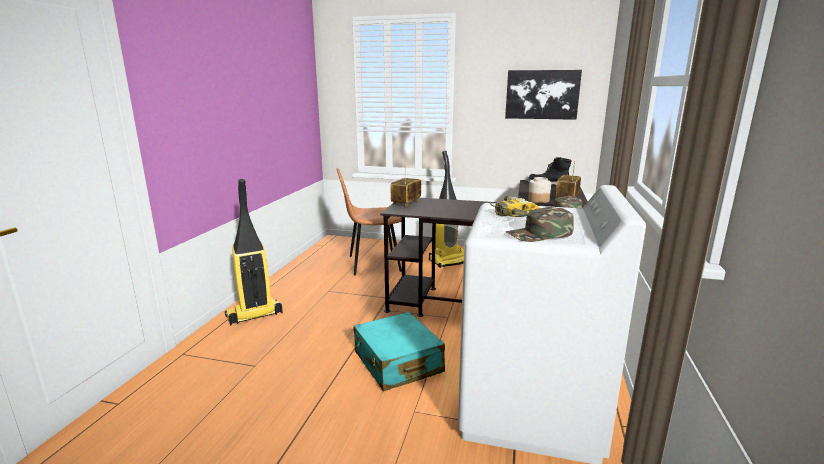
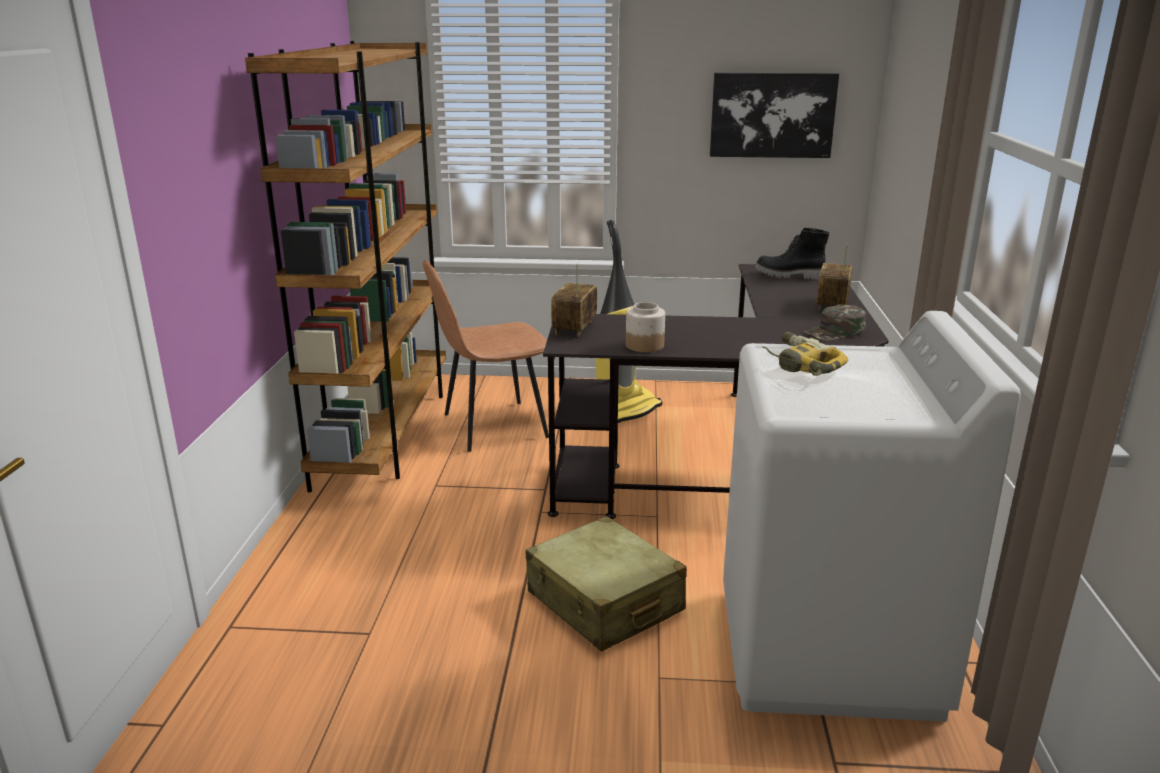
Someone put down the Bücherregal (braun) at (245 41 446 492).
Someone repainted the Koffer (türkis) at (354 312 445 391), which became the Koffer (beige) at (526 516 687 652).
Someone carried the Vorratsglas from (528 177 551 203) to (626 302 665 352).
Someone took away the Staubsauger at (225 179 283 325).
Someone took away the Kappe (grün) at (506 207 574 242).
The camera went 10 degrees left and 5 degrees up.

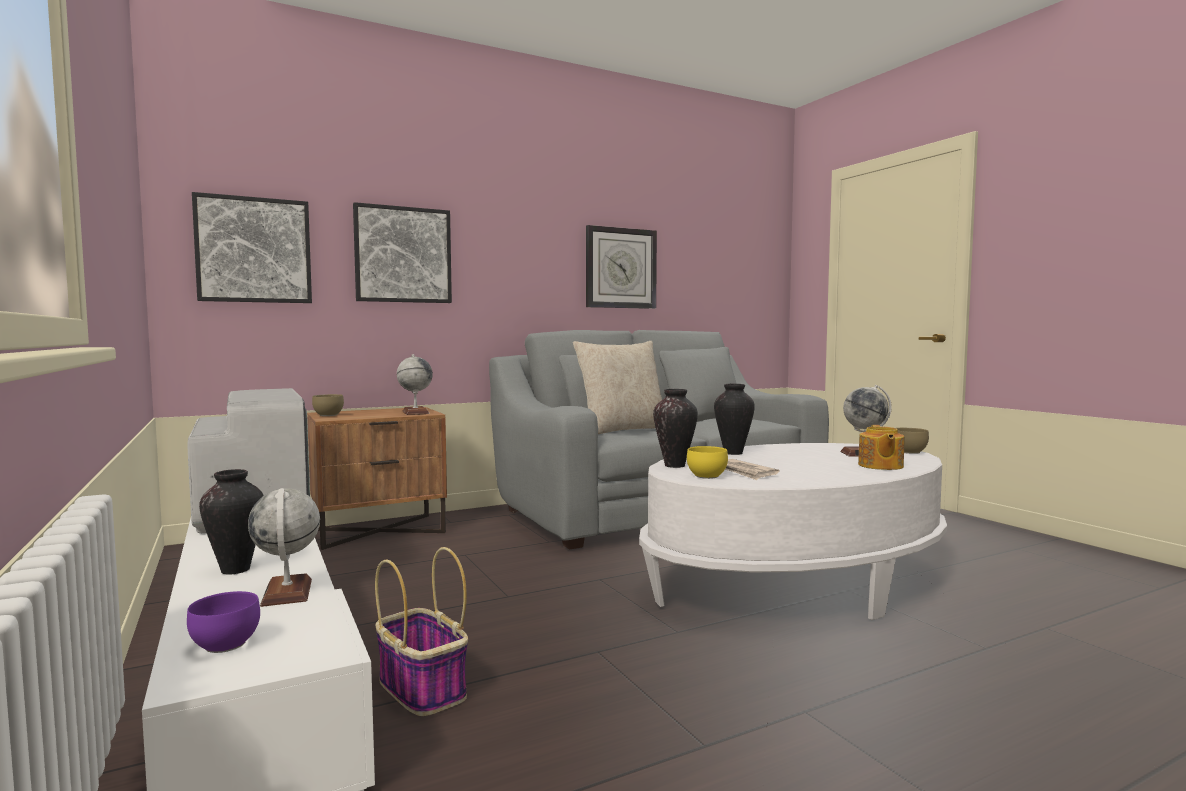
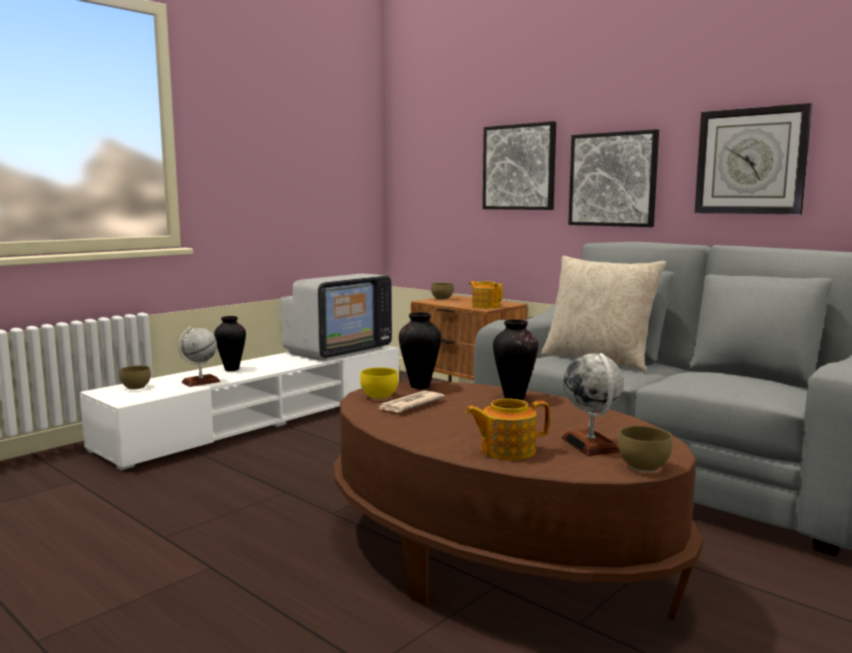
Someone repainted the Schüssel (lila) at (187 591 260 653), which became the Schüssel (braun) at (120 365 151 390).
Someone repainted the Couchtisch (weiß) at (639 443 947 620), which became the Couchtisch (braun) at (334 381 703 621).
Someone swapped the Globus at (397 354 433 415) for the Teekanne at (469 281 503 309).
Someone carried the Bild from (192 192 312 303) to (568 129 659 227).
Someone took away the Korb at (375 547 468 716).
The camera went 70 degrees right and 5 degrees up.

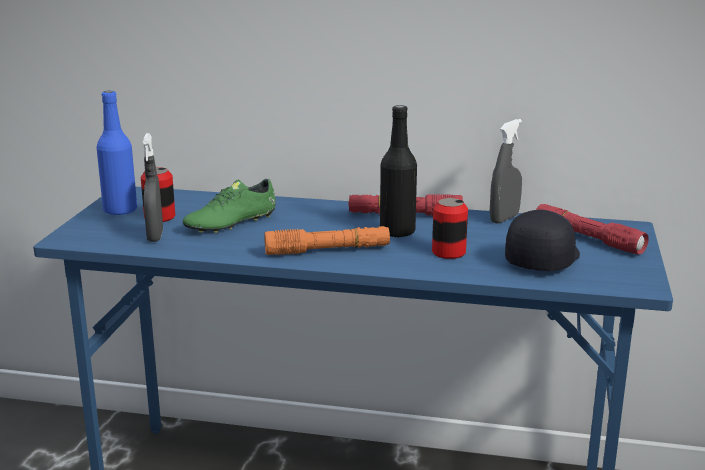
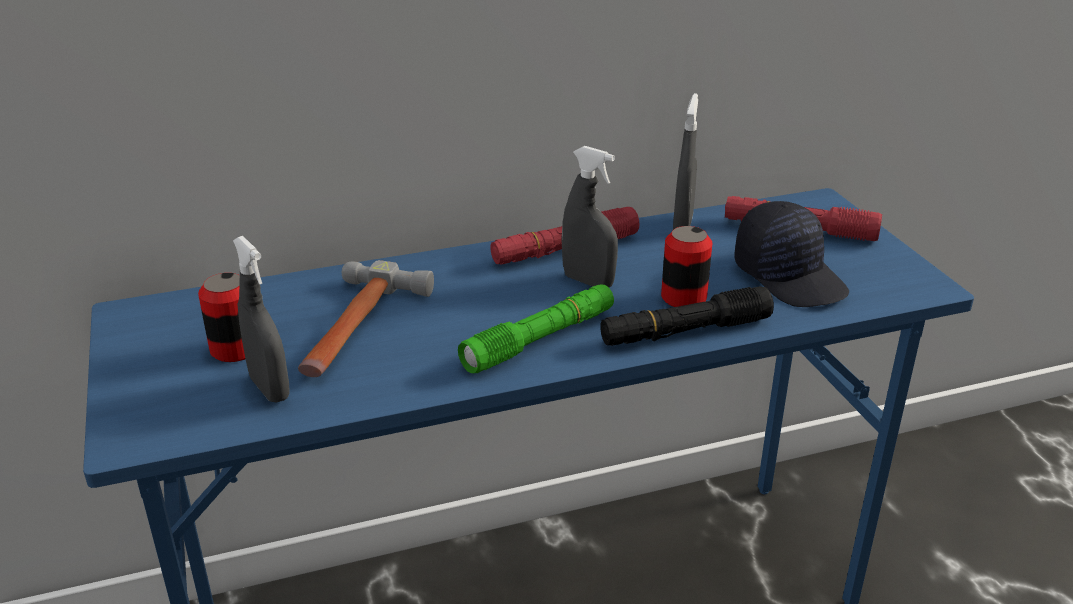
Someone swapped the Schuh (grün) at (183 179 276 233) for the Hammer at (298 260 434 377).
Someone repainted the Taschenlampe (orange) at (264 226 390 255), which became the Taschenlampe (grün) at (458 284 614 373).
Someone swapped the Flasche (schwarz) at (380 105 417 238) for the Sprühflasche (grau) at (561 146 618 287).
Someone put down the Taschenlampe (schwarz) at (600 286 774 346).
Someone rotated the Kappe (schwarz) at (505 210 580 272) by 150 degrees clockwise.
Someone took away the Flasche (blau) at (96 91 137 216).
The camera went 30 degrees left and 10 degrees up.

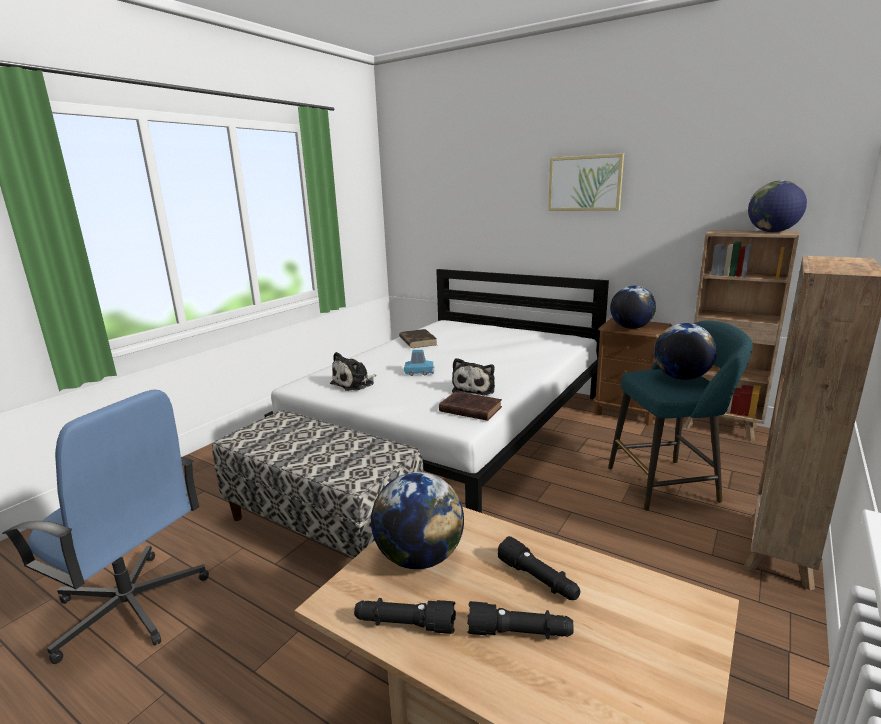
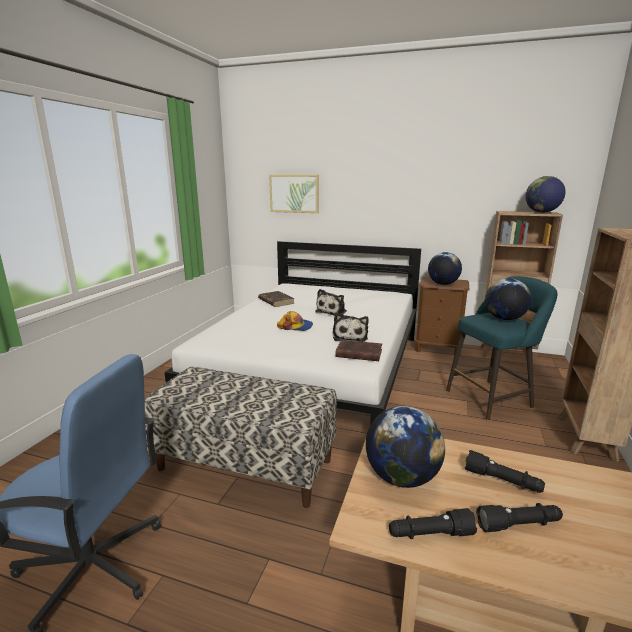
Someone carried the Bild from (548 153 624 211) to (269 175 319 213).
Someone swapped the Spielzeugauto (blau) at (404 350 434 376) for the Kappe at (277 311 313 331).
Someone carried the Plüschtier from (330 352 376 391) to (315 289 347 316).
The camera went 15 degrees left and 0 degrees up.

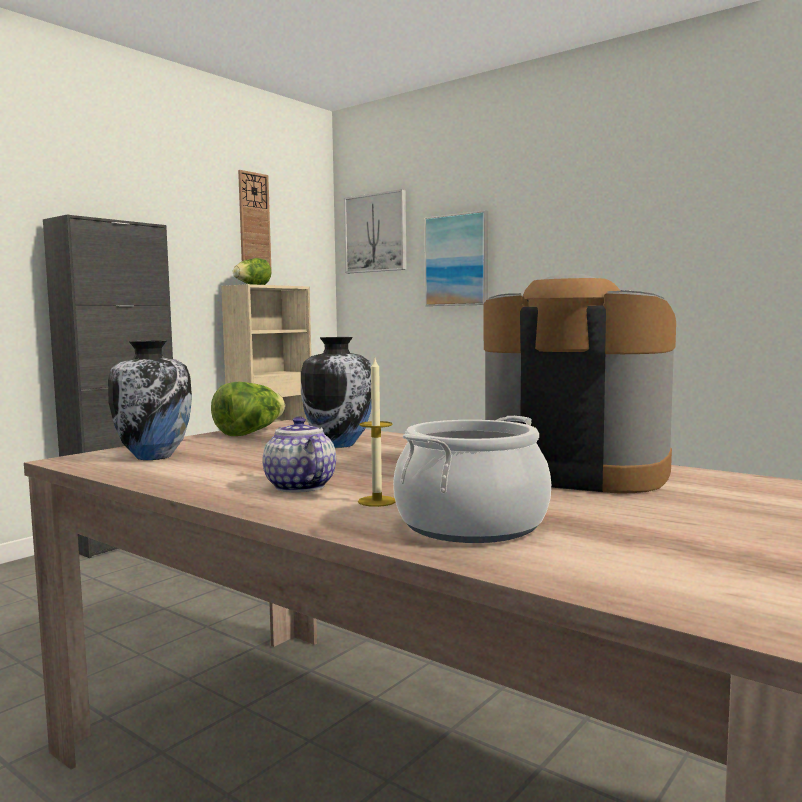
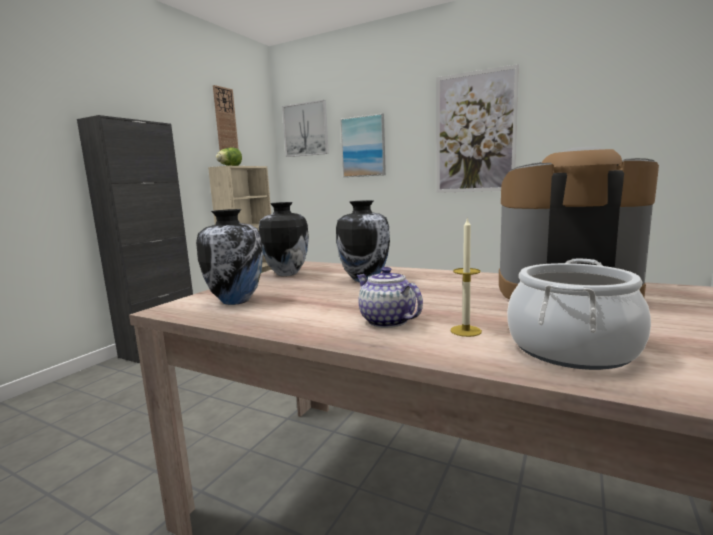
Someone swapped the Salatkopf at (211 381 285 436) for the Vase at (259 202 309 276).
Someone put up the Bild at (436 64 519 193).
The camera went 10 degrees left and 5 degrees up.

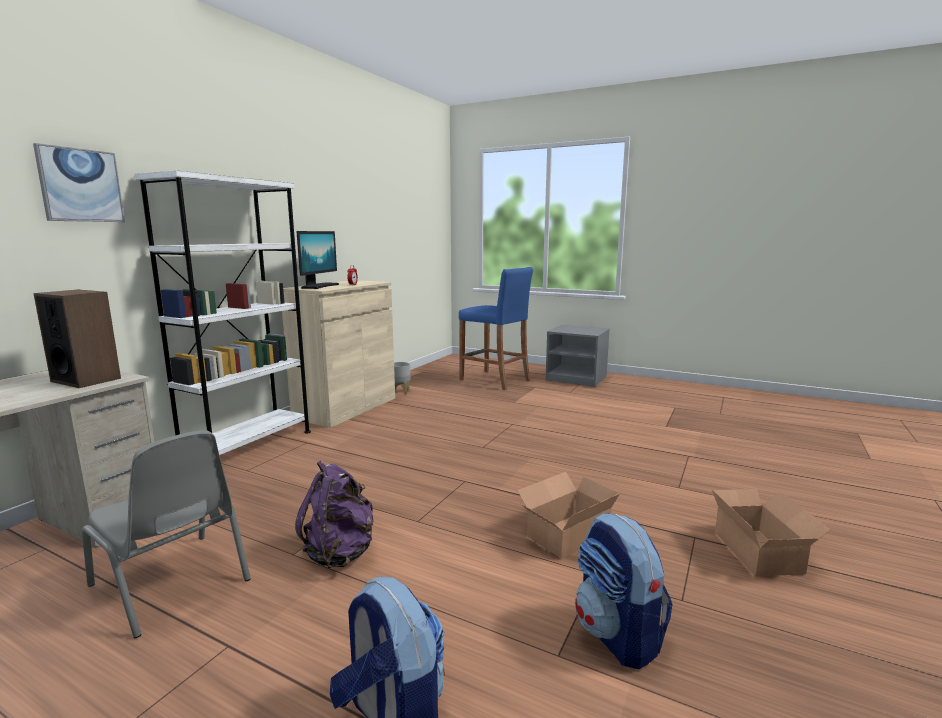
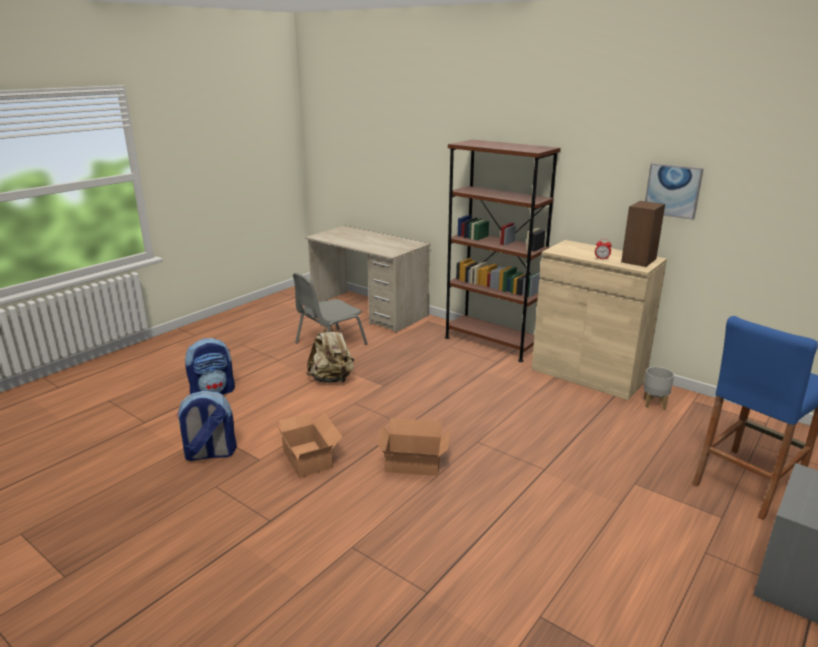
Someone repainted the Rucksack (lila) at (295 461 373 568), which became the Rucksack (beige) at (307 325 354 383).
Someone carried the Karton from (712 489 831 576) to (377 418 450 476).
Someone repainted the Bücherregal (weiß) at (134 170 311 455), which became the Bücherregal (braun) at (445 140 561 362).
Someone carried the Lautsprecher from (33 290 121 388) to (621 201 665 267).
Someone carried the Bild from (33 143 125 222) to (645 163 704 220).
Someone took away the Monitor at (297 231 339 289).
The camera went 100 degrees right and 10 degrees up.

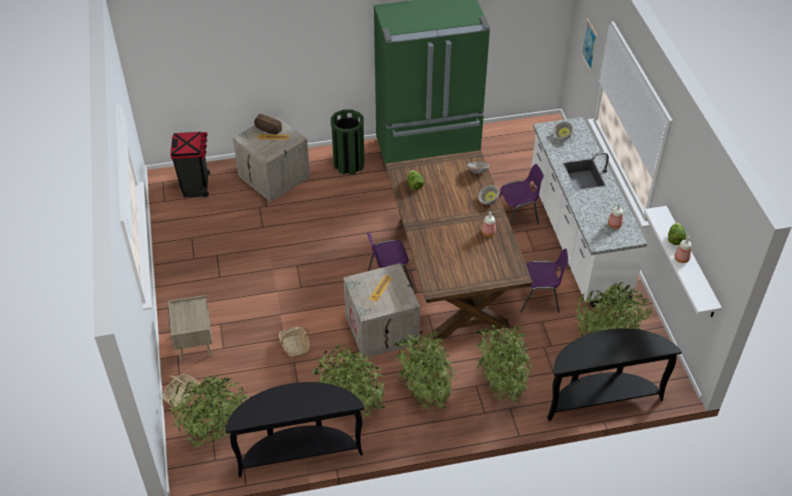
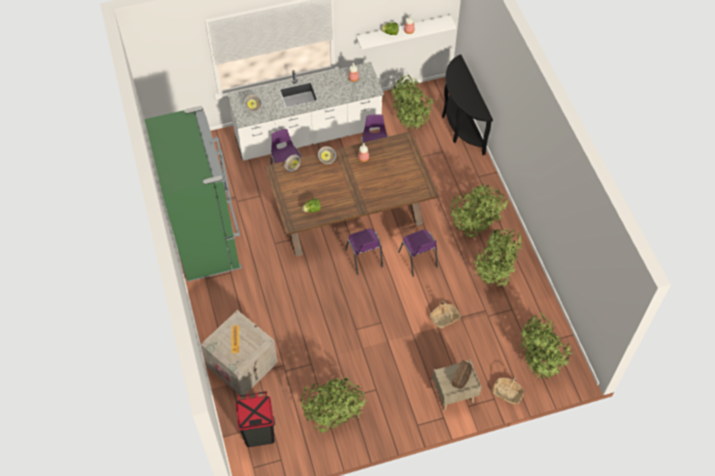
Someone carried the Topfpflanze from (475 324 534 405) to (299 377 368 433).
Someone swapped the Kiste at (343 263 420 358) for the Stuhl (lila) at (398 229 437 277).
Someone carried the Brot from (254 114 282 134) to (452 360 472 389).
Someone took away the Konsolentisch (schwarz) at (226 382 364 477).
Someone took away the Mülleimer (grün) at (331 110 365 175).
Someone took away the Bild at (581 18 598 73).
The camera went 95 degrees left and 10 degrees up.

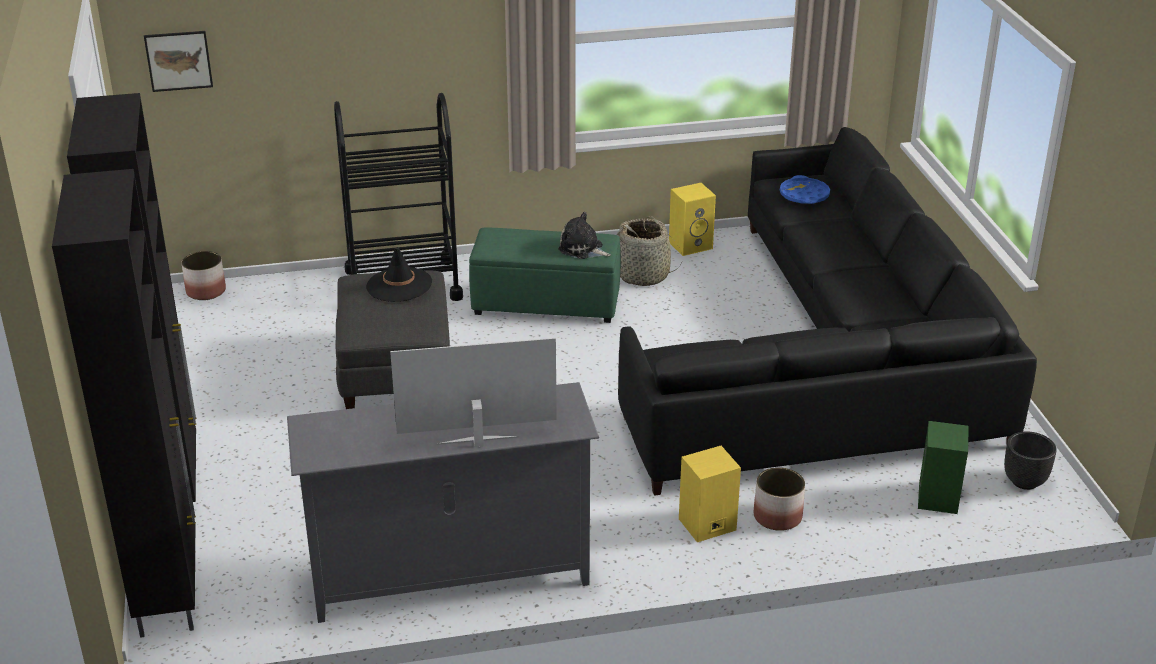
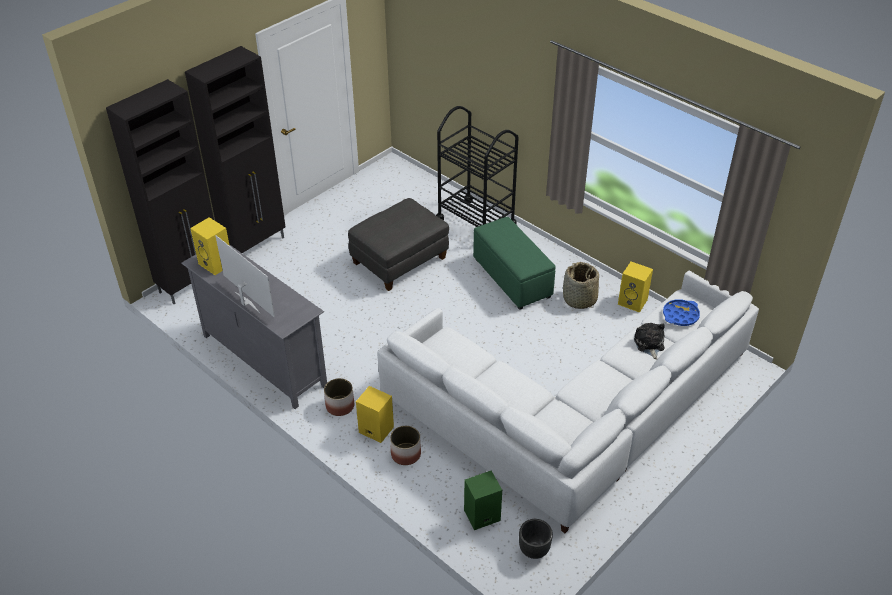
Someone put down the Lautsprecher (gelb) at (190 217 230 275).
Someone carried the Pflanzkübel from (182 251 226 300) to (324 378 354 416).
Someone repainted the Sofa (schwarz) at (618 127 1037 496), which became the Sofa (weiß) at (377 271 759 533).
Someone carried the Plüschtier from (558 212 611 259) to (634 323 665 360).
Someone took away the Bild at (144 31 213 92).
Someone took away the Hut (schwarz) at (366 247 432 302).
The camera went 55 degrees right and 10 degrees up.

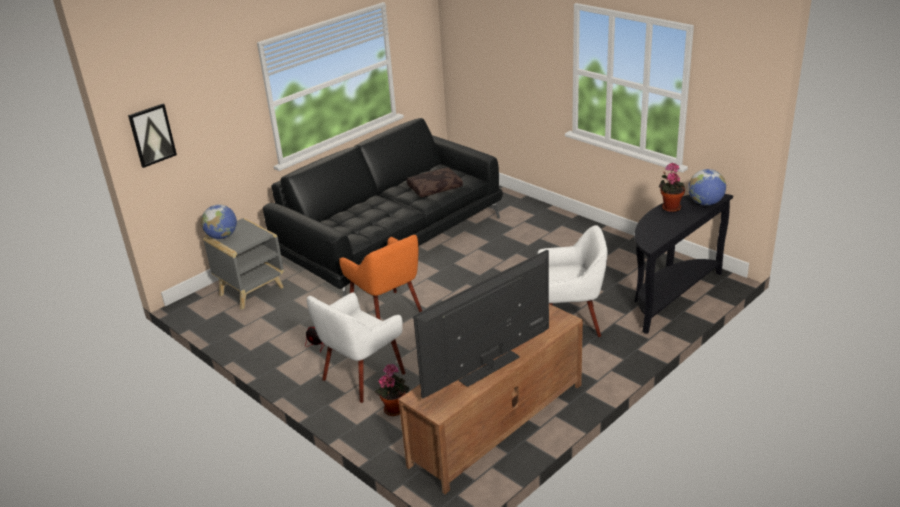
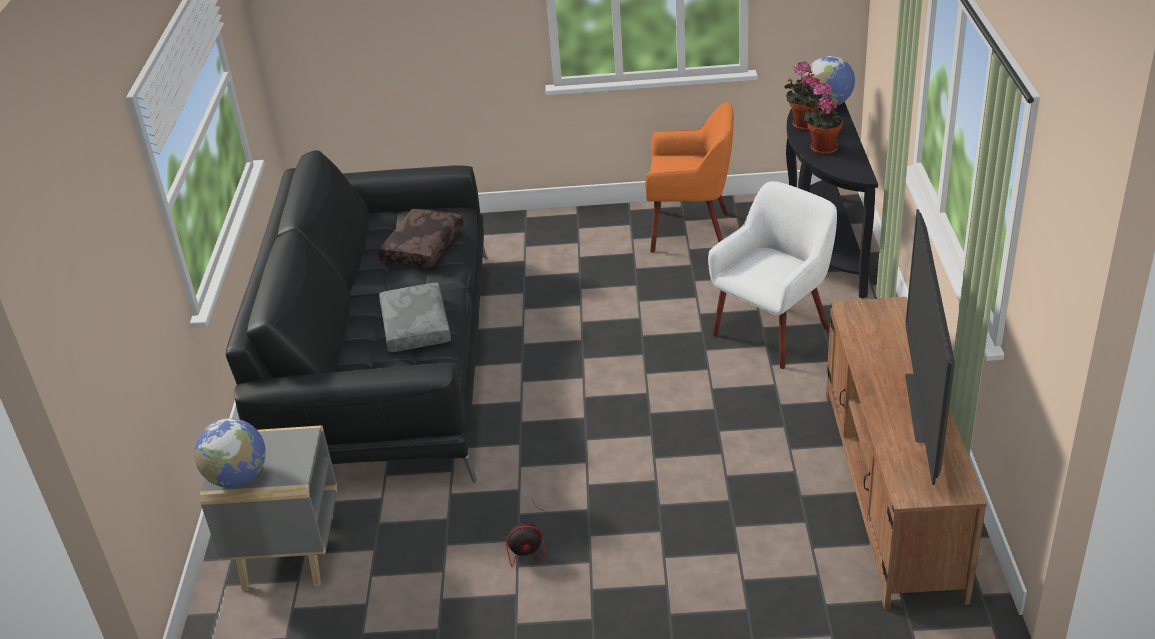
Someone put down the Kissen (grau) at (379 282 451 352).
Someone carried the Sessel (orange) from (339 235 422 320) to (645 102 734 253).
Someone carried the Topfpflanze from (375 364 409 416) to (804 83 843 155).
Someone took away the Bild at (128 104 177 168).
Someone took away the Sessel (weiß) at (307 292 406 403).
The camera went 45 degrees left and 5 degrees up.

